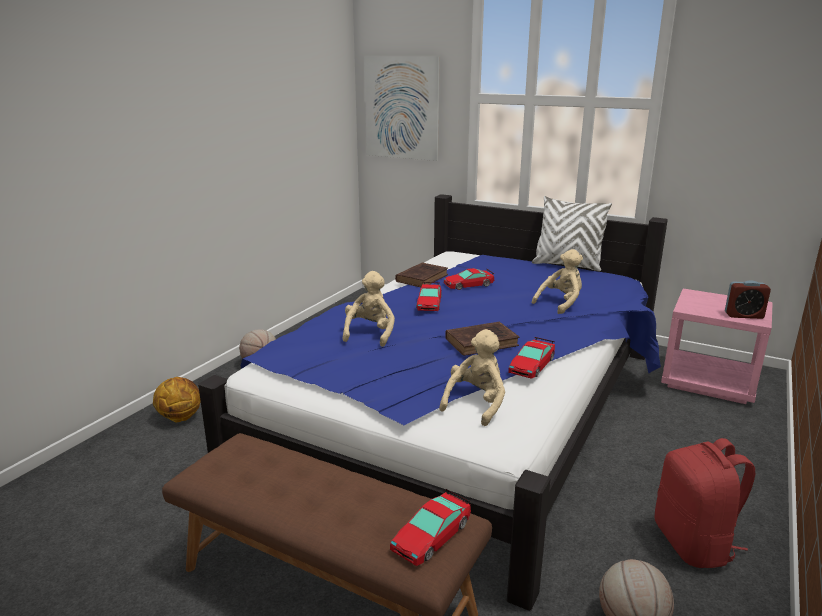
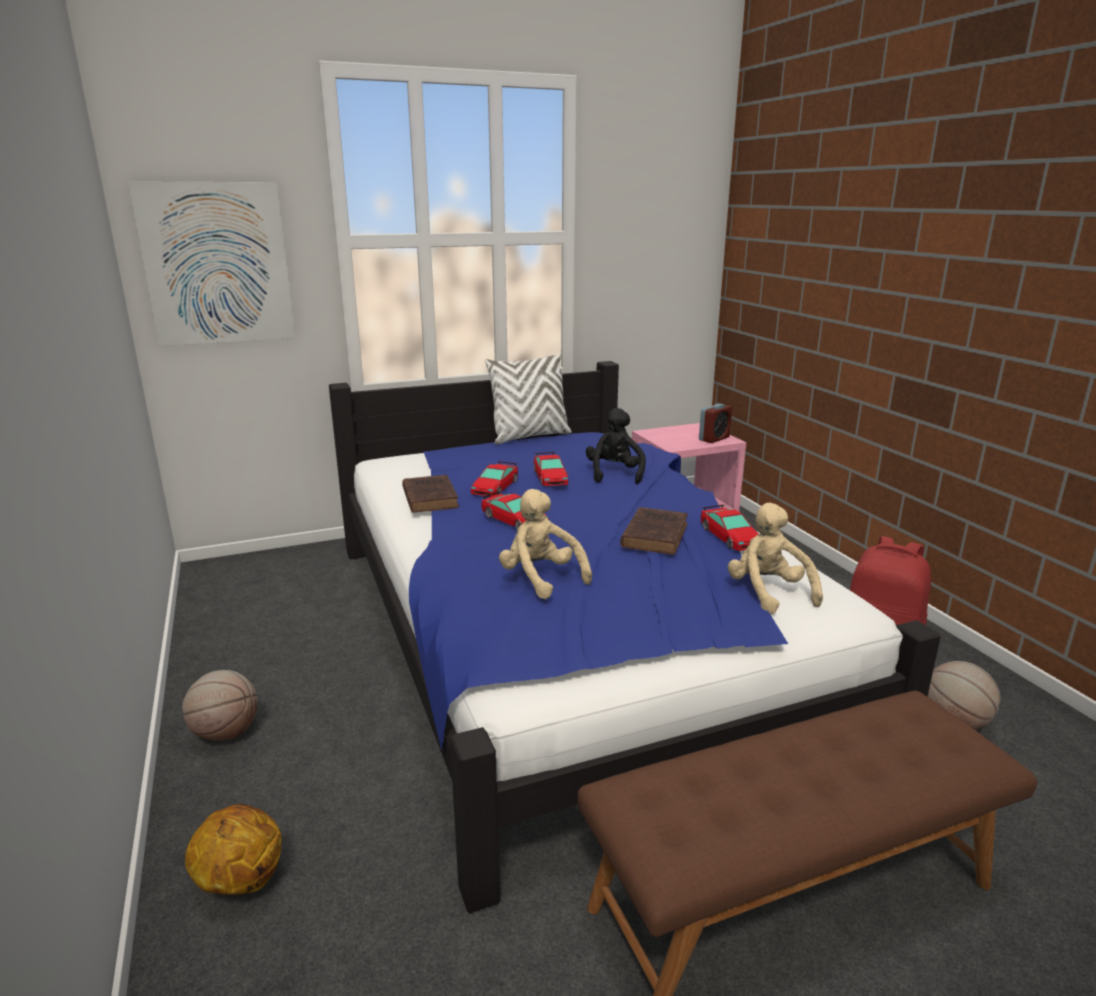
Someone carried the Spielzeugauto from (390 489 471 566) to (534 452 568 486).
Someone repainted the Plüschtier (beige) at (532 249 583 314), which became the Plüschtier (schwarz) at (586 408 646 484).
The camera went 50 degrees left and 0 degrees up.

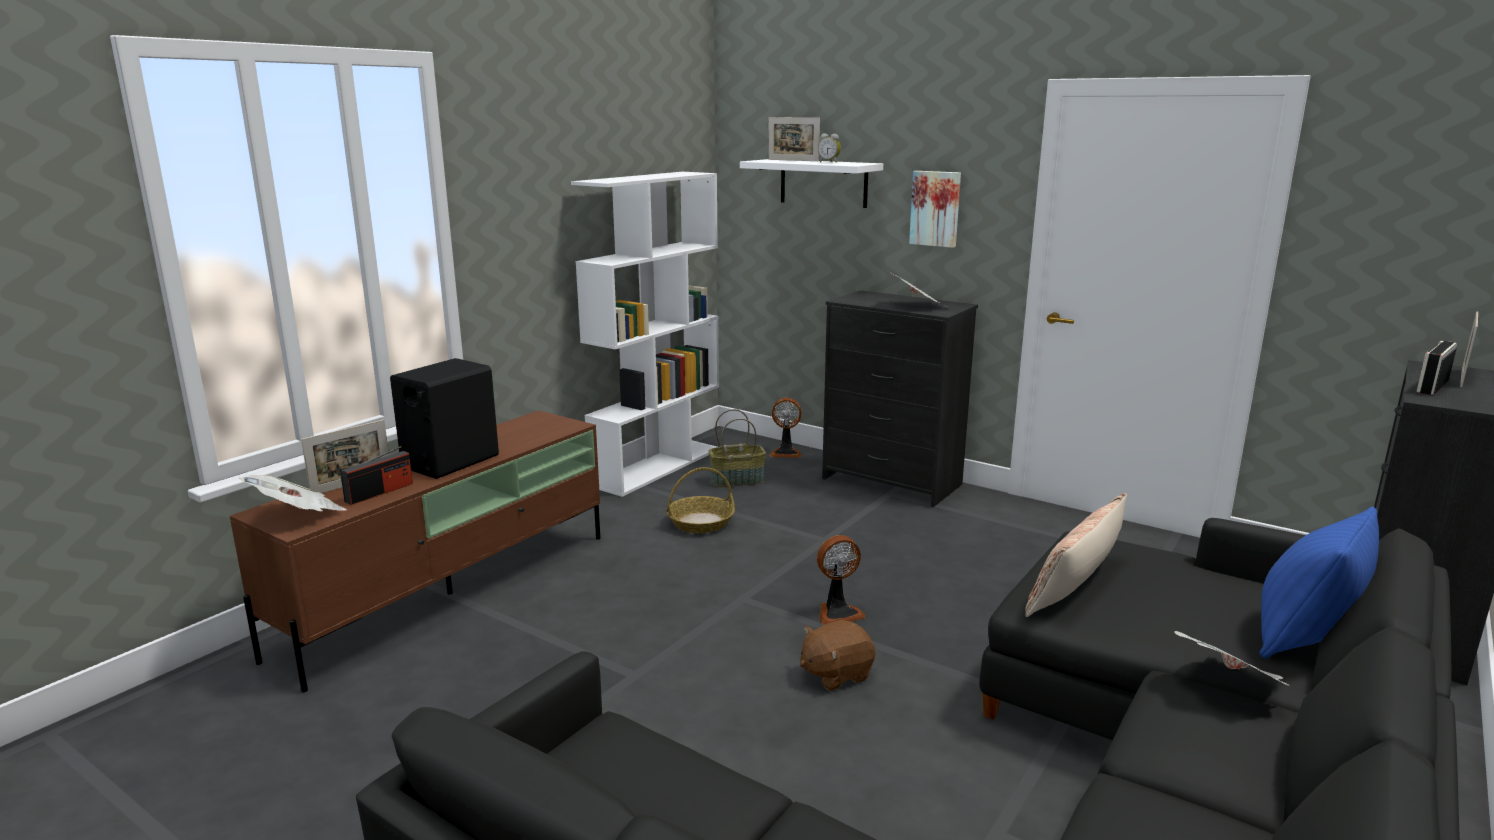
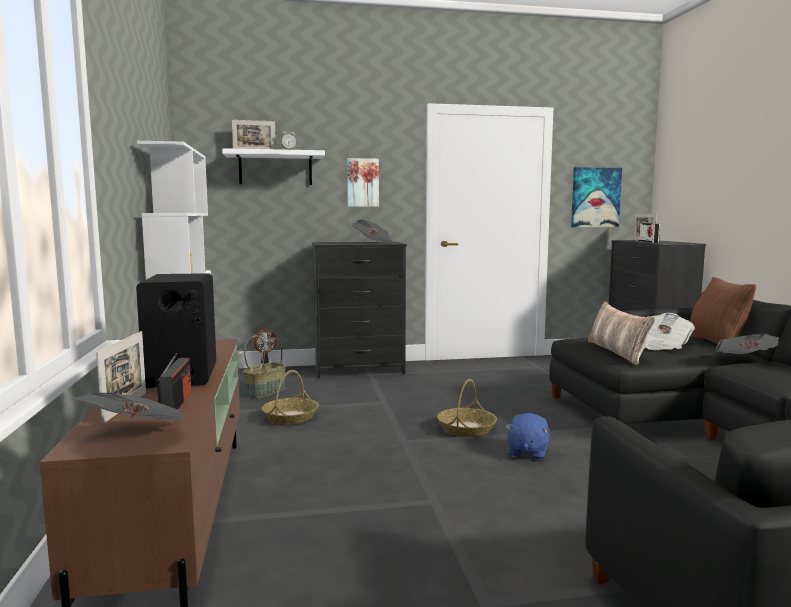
Someone swapped the Ventilator at (817 535 865 625) for the Korb at (437 379 497 437).
Someone repainted the Plüschtier (braun) at (800 620 875 691), which became the Plüschtier (blau) at (505 413 550 460).
Someone put up the Bild at (571 167 622 227).
Someone put down the Zeitung at (645 313 695 350).
Someone repainted the Kissen (blau) at (1259 507 1379 659), which became the Kissen (braun) at (690 277 756 344).
The camera went 45 degrees left and 10 degrees down.

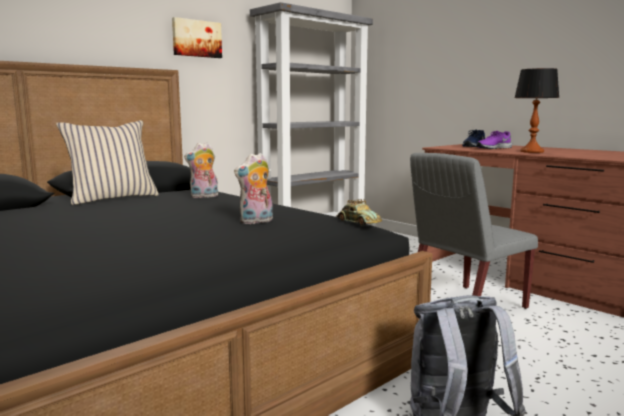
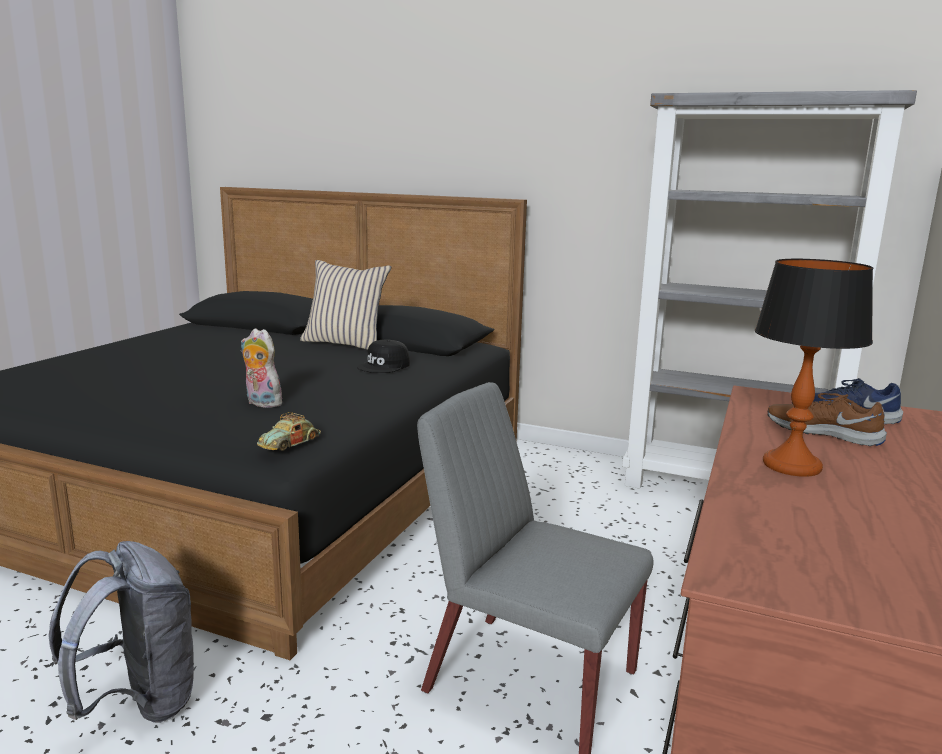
Someone swapped the Plüschtier at (184 143 218 198) for the Kappe (schwarz) at (357 339 410 373).
Someone repainted the Schuh (lila) at (476 131 512 149), which became the Schuh (braun) at (768 393 887 446).
Someone took away the Bild at (172 17 222 58).
The camera went 65 degrees right and 5 degrees up.

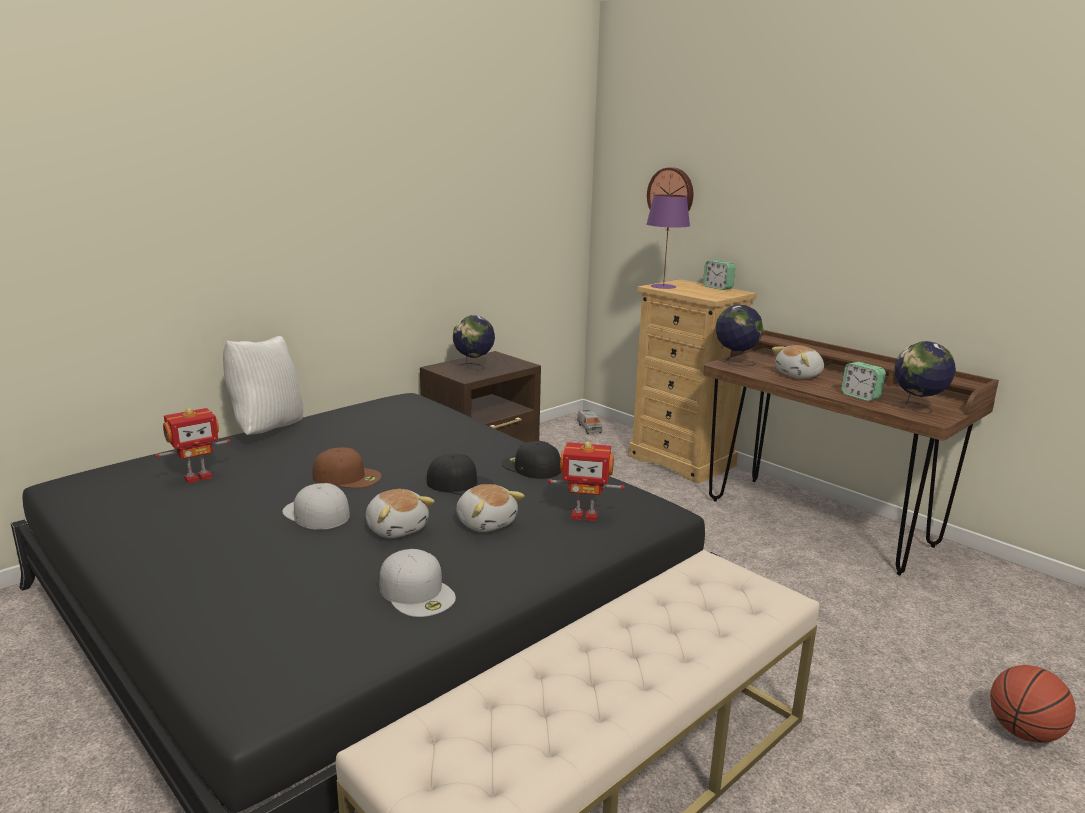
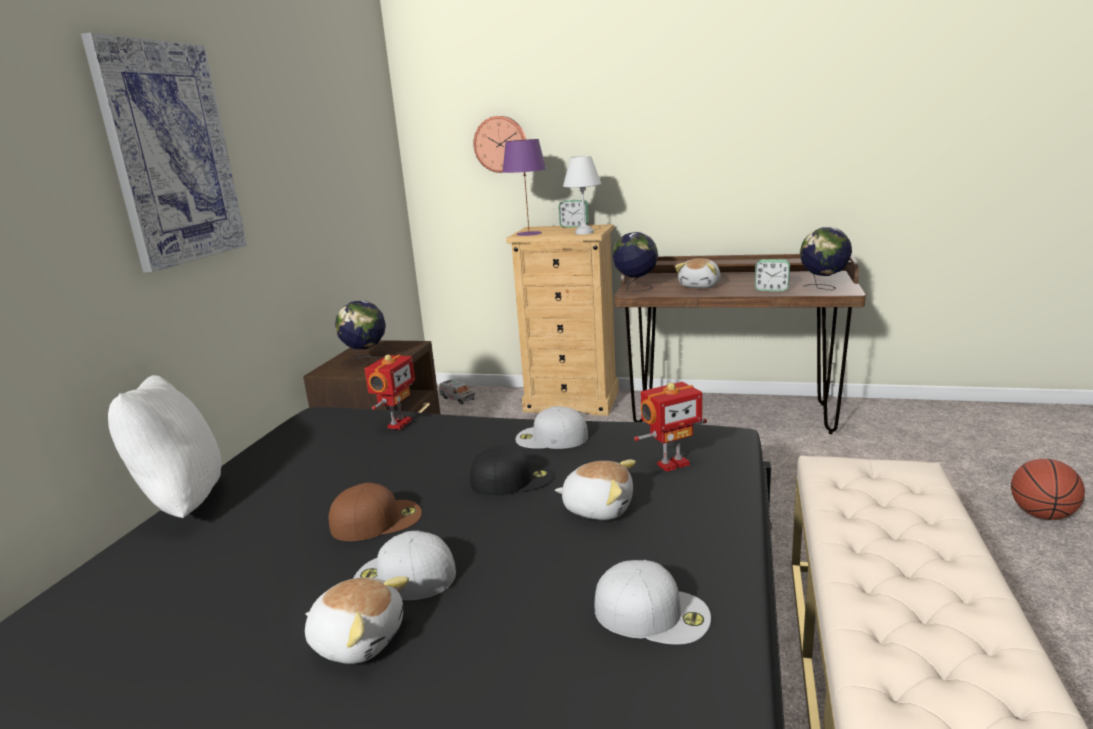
Someone put up the Bild at (81 33 247 272).
Someone carried the Plüschtier from (366 489 434 538) to (305 576 409 664).
Someone carried the Spielzeugroboter from (155 408 230 484) to (365 355 415 430).
Someone repainted the Kappe (schwarz) at (502 441 561 479), which became the Kappe (weiß) at (516 406 588 449).
Someone put down the Tischlampe (weiß) at (563 156 601 235).
The camera went 30 degrees left and 0 degrees up.

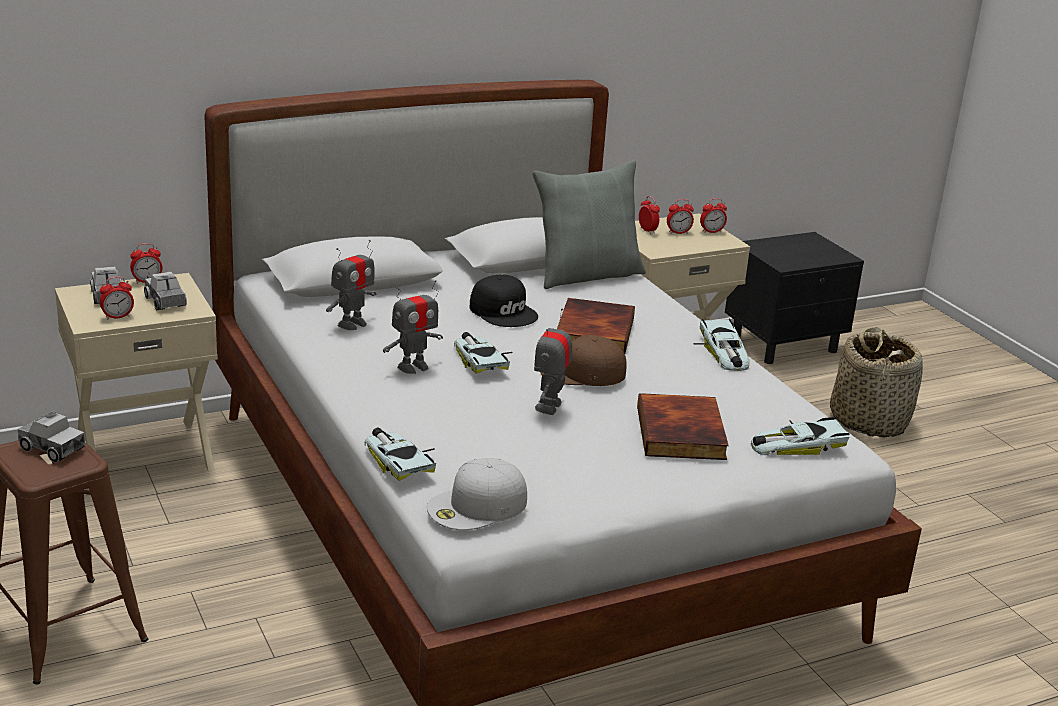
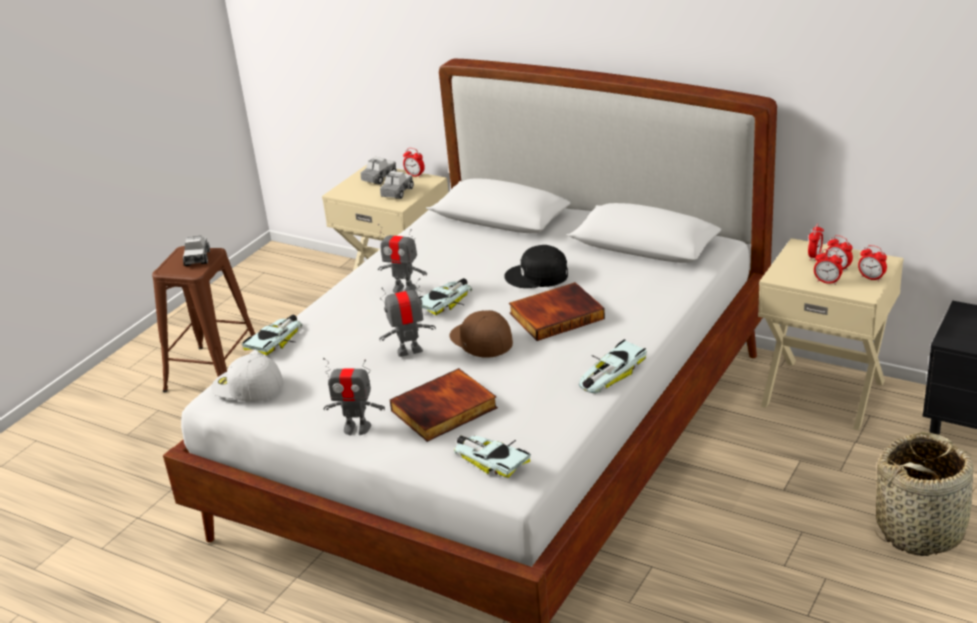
Someone carried the Spielzeugroboter from (326 240 376 330) to (323 358 385 435).
Someone rotated the Kappe (schwarz) at (470 274 538 327) by 75 degrees clockwise.
Someone carried the Wecker from (100 277 134 320) to (814 249 843 285).
Someone took away the Kissen (grau) at (532 160 646 289).
The camera went 60 degrees right and 5 degrees up.

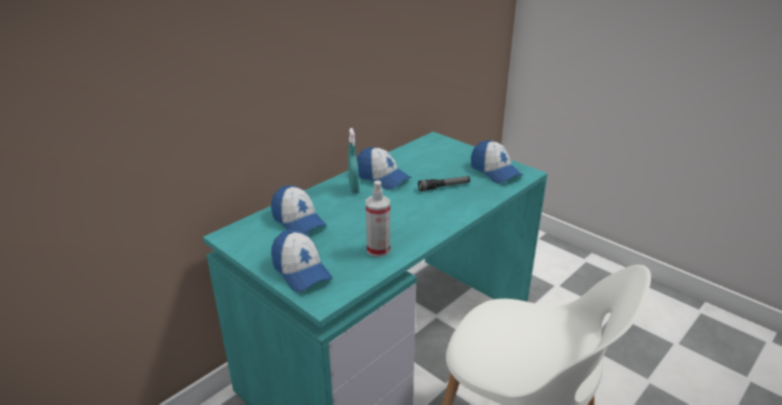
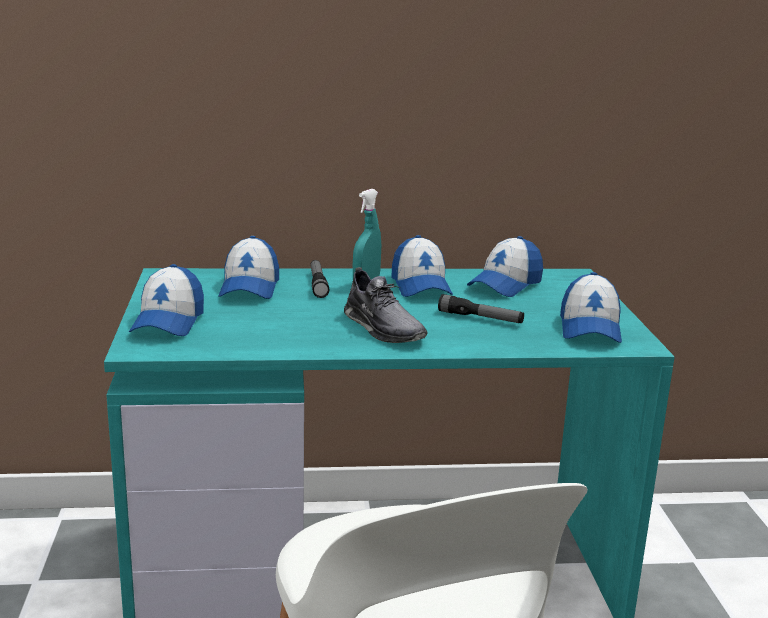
Someone put down the Taschenlampe at (310 260 329 298).
Someone put down the Schuh (grau) at (344 267 428 343).
Someone put down the Kappe at (467 236 543 297).
Someone took away the Sprühflasche at (366 180 390 257).
The camera went 40 degrees right and 10 degrees down.

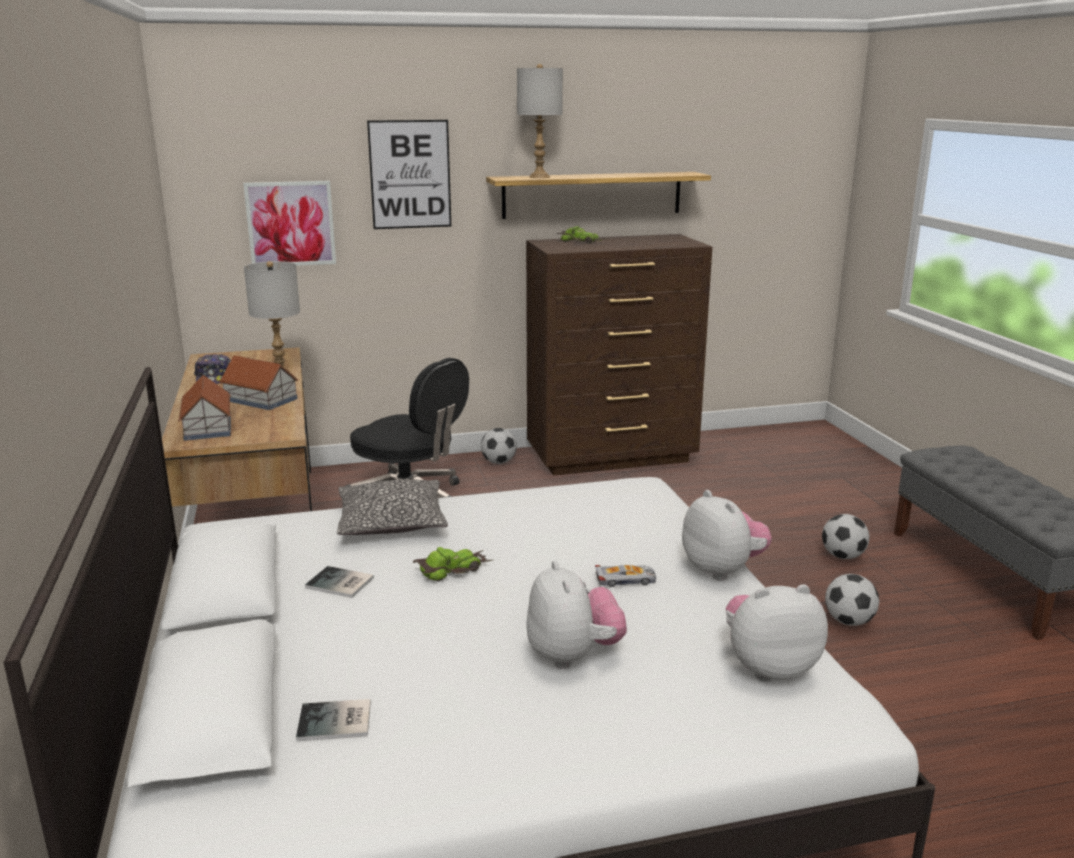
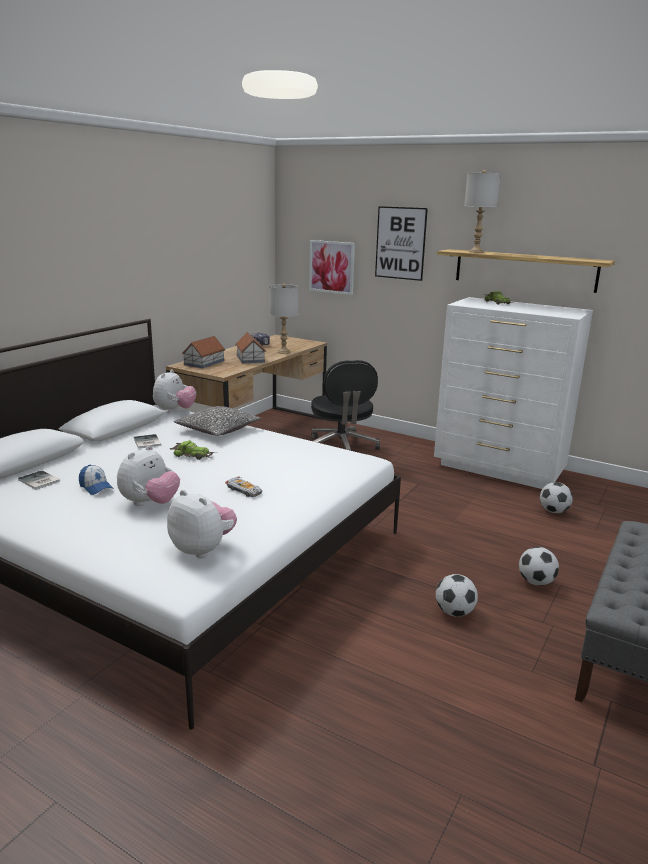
Someone put down the Kappe at (79 465 114 495).
Someone carried the Plüschtier from (682 490 772 580) to (153 369 196 413).
Someone repainted the Kommode (braun) at (526 234 712 476), which became the Kommode (weiß) at (434 297 593 489).
Someone carried the Fußball from (481 428 517 464) to (540 482 573 513).
The camera went 45 degrees right and 0 degrees up.

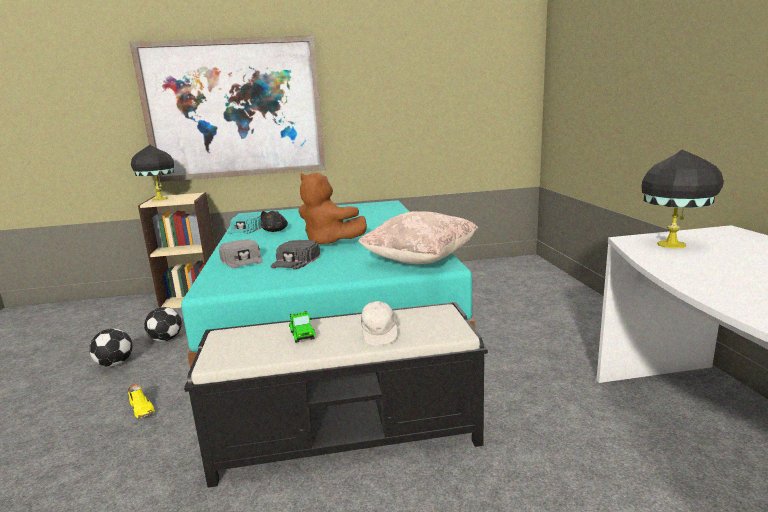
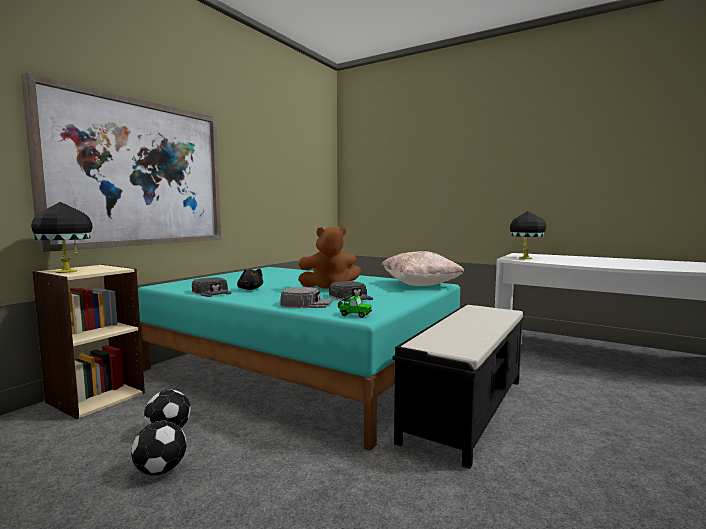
Someone repainted the Kappe (türkis) at (227 214 262 234), which became the Kappe (schwarz) at (192 277 231 297).
Someone carried the Spielzeugauto from (289 311 316 343) to (338 295 372 318).
Someone took away the Schuh (gelb) at (128 384 155 418).
Someone took away the Kappe (weiß) at (361 299 398 346).
The camera went 50 degrees left and 10 degrees down.

